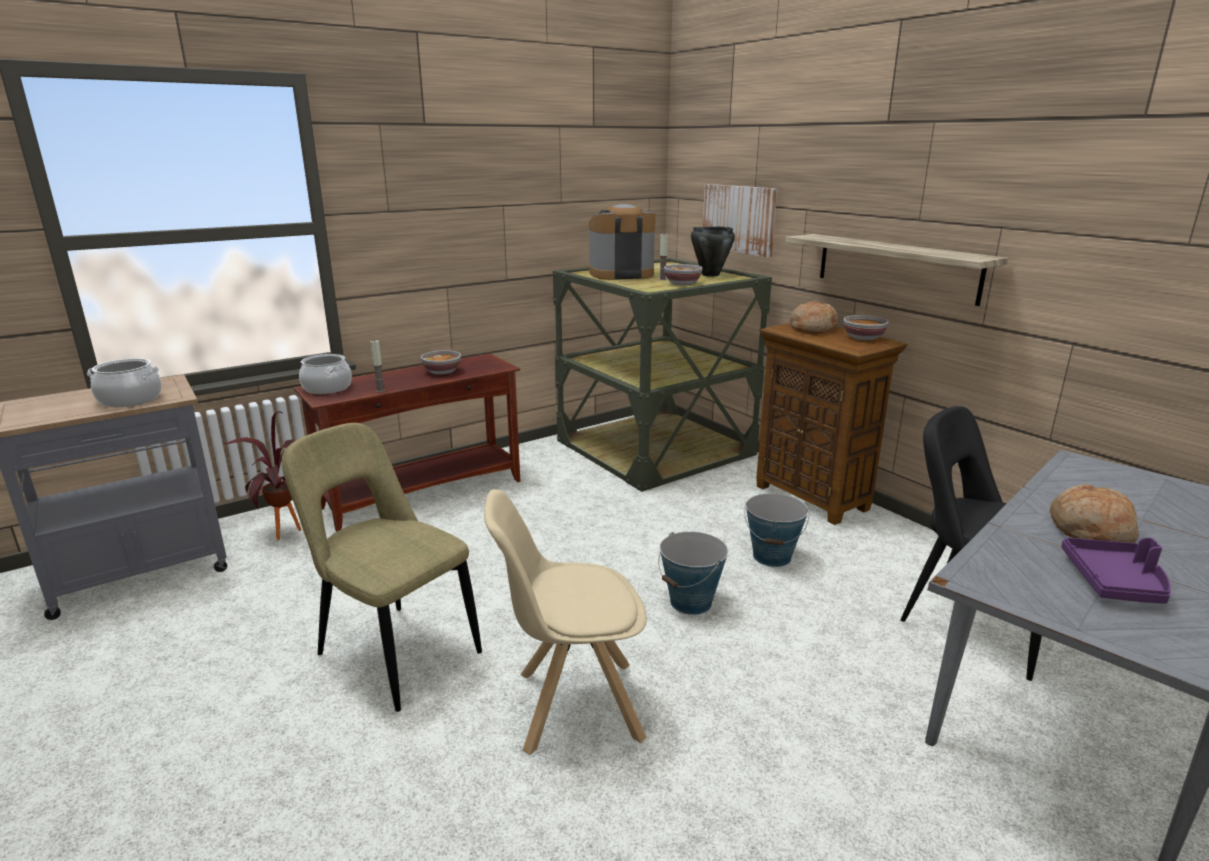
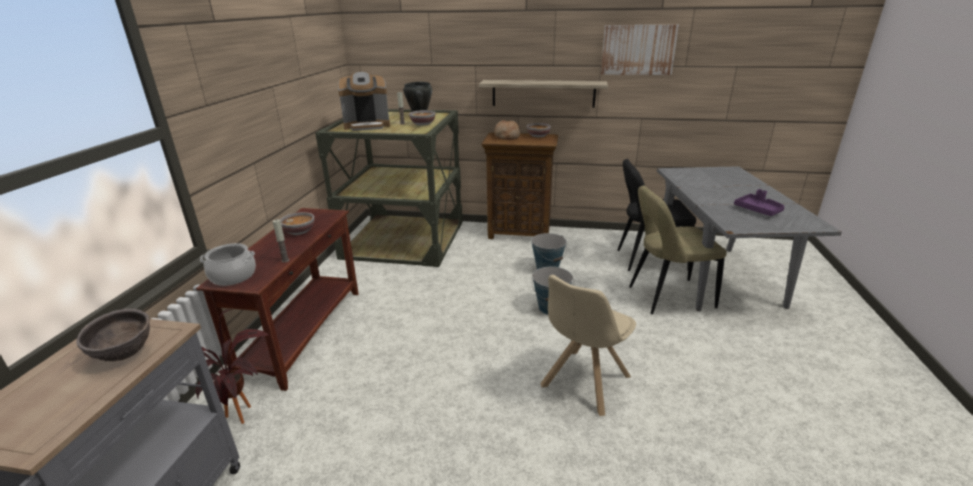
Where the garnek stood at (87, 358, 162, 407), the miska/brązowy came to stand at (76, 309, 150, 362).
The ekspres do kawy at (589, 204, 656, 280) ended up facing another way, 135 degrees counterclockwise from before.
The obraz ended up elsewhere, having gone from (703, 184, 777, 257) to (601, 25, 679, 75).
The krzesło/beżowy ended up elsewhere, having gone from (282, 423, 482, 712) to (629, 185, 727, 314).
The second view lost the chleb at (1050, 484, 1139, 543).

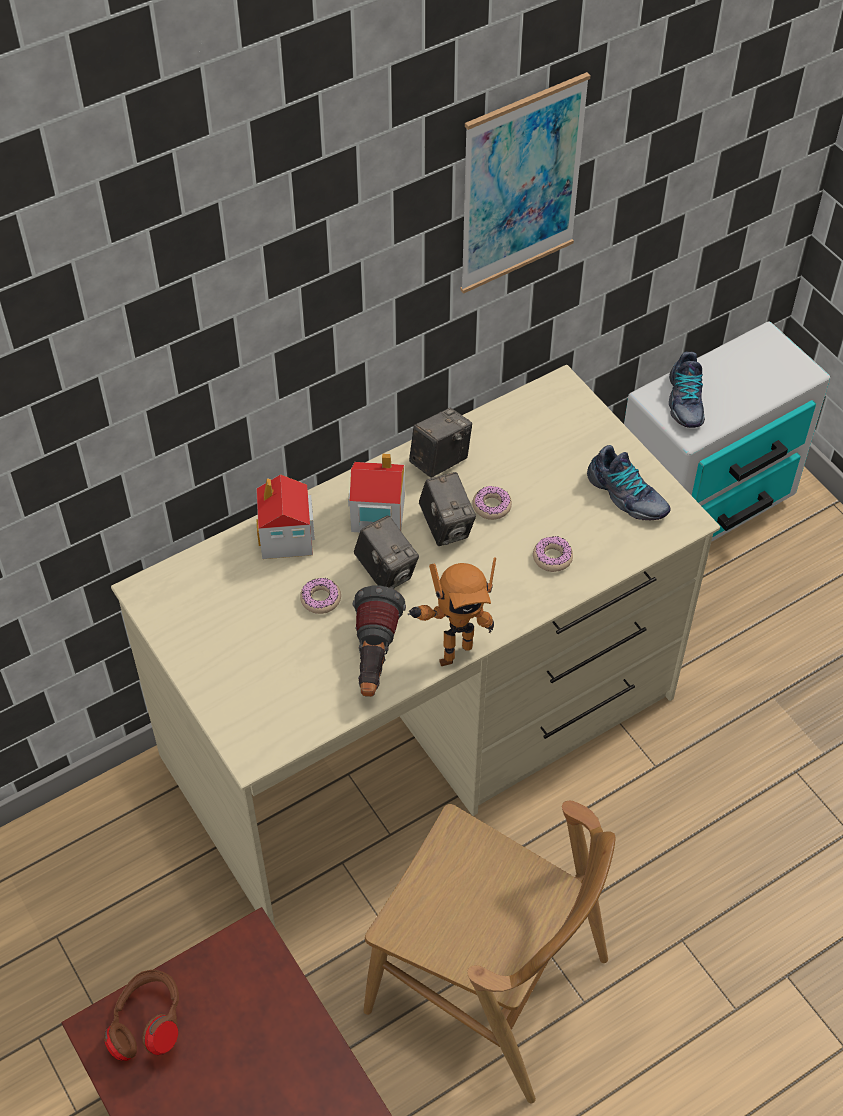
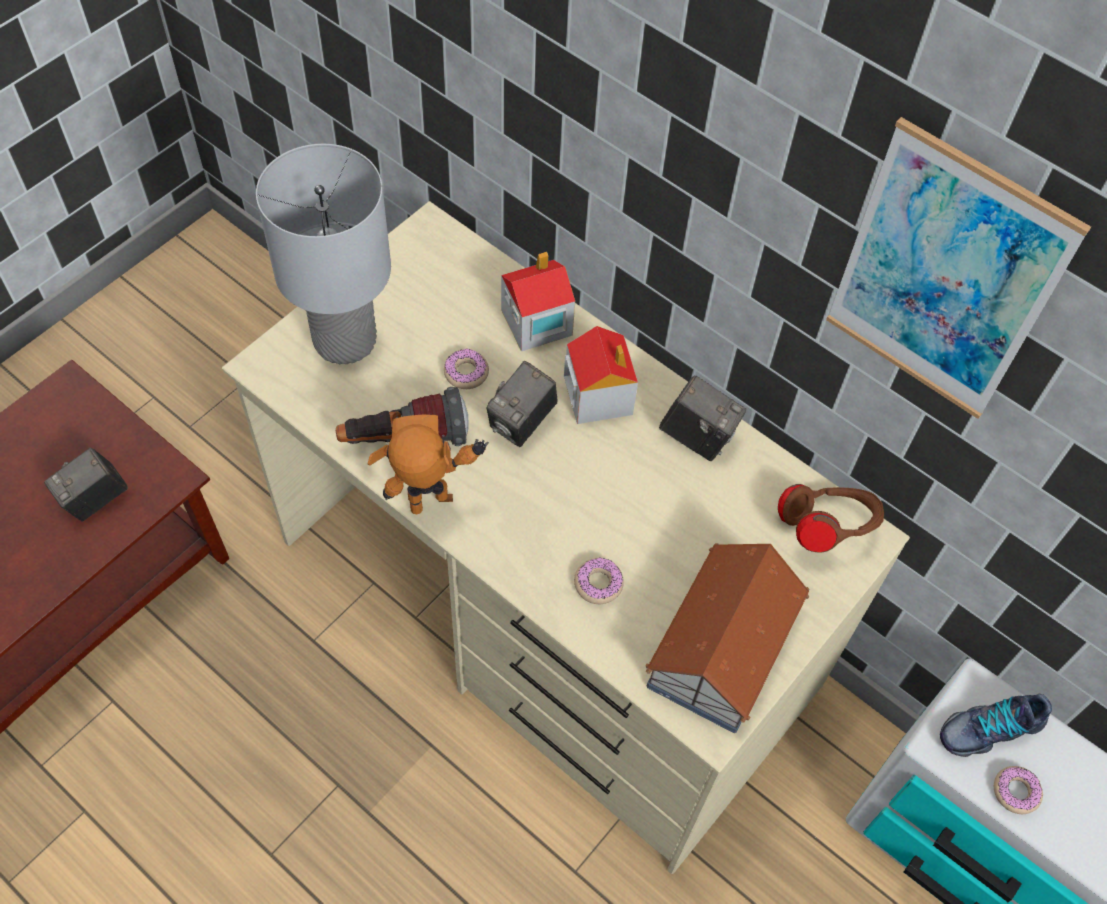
The aparat fotograficzny ended up elsewhere, having gone from (419, 472, 476, 546) to (44, 448, 128, 521).
The second view gained the lampa stołowa/szary at (256, 144, 391, 364).
The robot zabawkowy at (408, 557, 496, 666) ended up facing another way, 120 degrees clockwise from before.
Where the but stood at (587, 445, 671, 520), the domek came to stand at (646, 543, 809, 733).
The słuchawki/brązowy ended up elsewhere, having gone from (104, 969, 179, 1061) to (778, 484, 884, 553).
The donut ended up elsewhere, having gone from (472, 486, 512, 520) to (994, 766, 1043, 814).
The second view lost the krzesło/brązowy at (363, 801, 616, 1103).

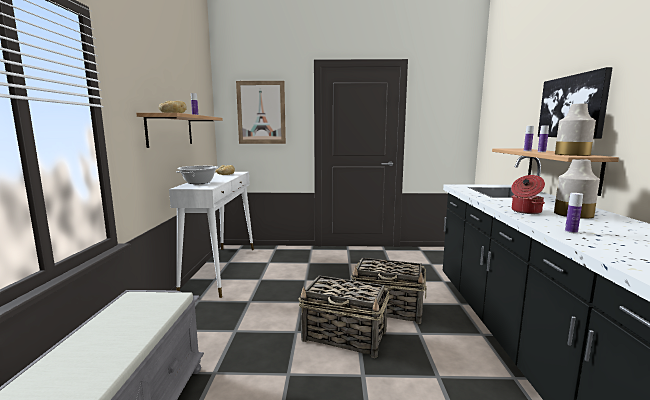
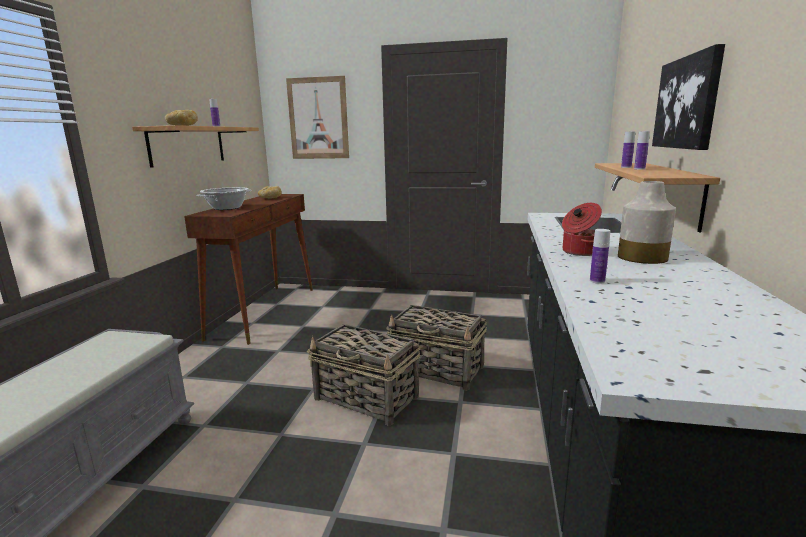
What was the stolik konsolowy/biały at (169, 172, 254, 298) turned into the stolik konsolowy/brązowy at (184, 194, 313, 345).
The second view lost the wazon/beżowy at (555, 103, 596, 156).

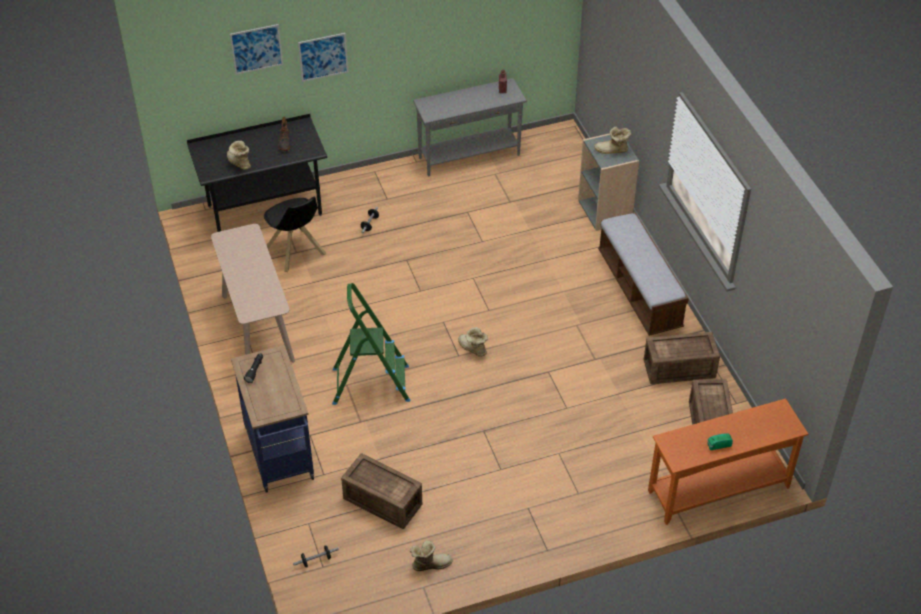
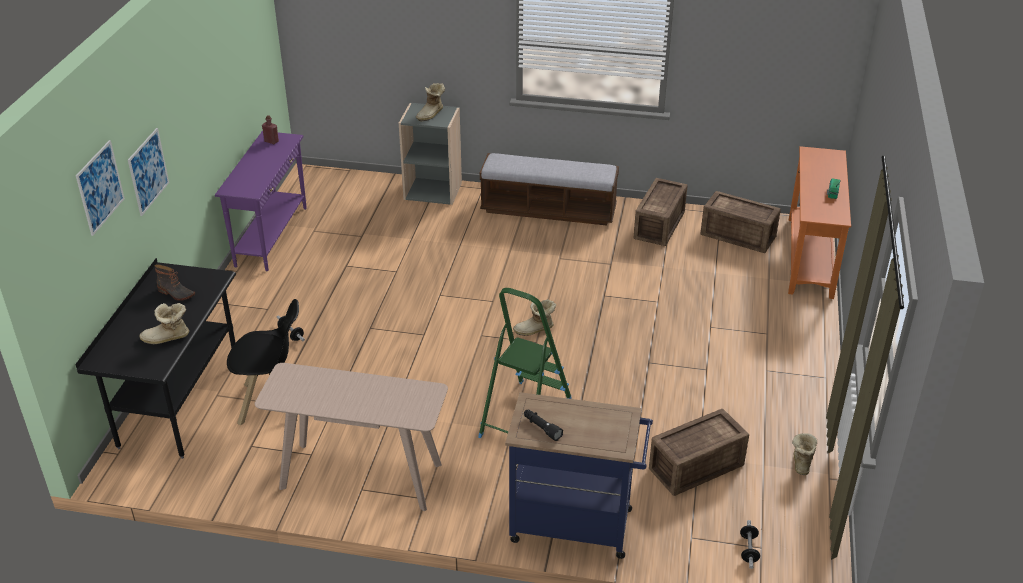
What was the stolik konsolowy/szary at (413, 78, 527, 177) turned into the stolik konsolowy/fioletowy at (215, 131, 307, 271).

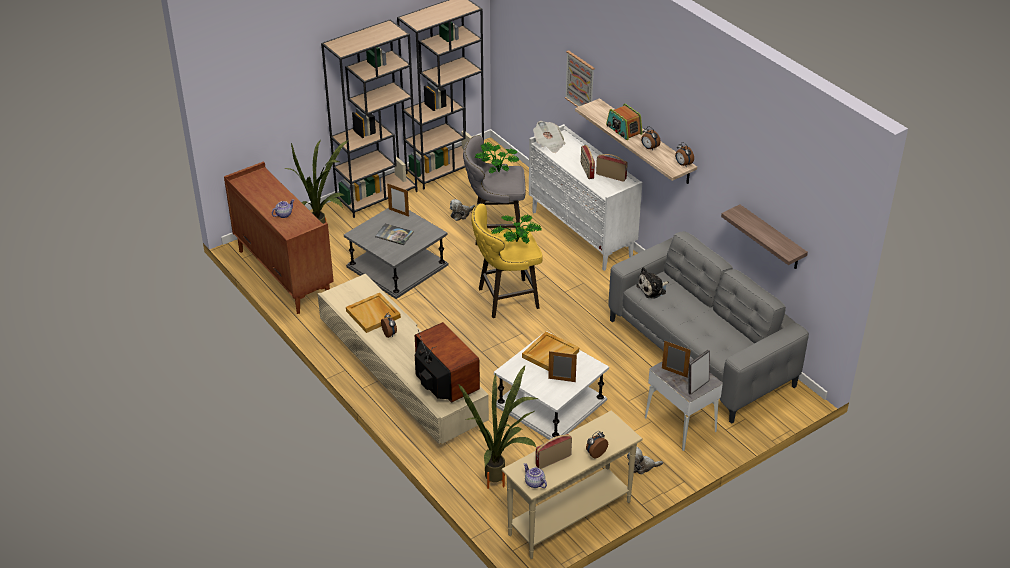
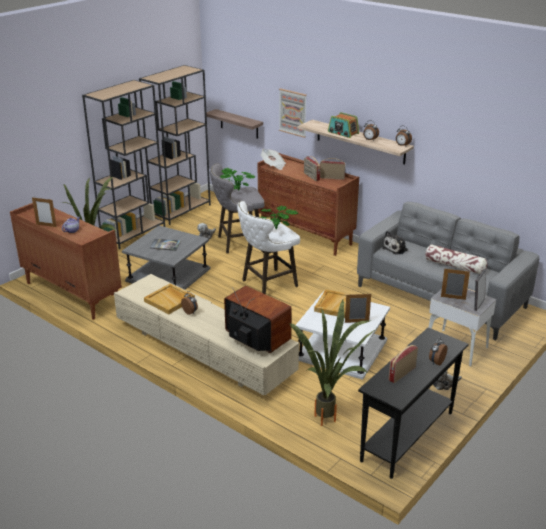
The ramka na zdjęcie ended up elsewhere, having gone from (387, 183, 409, 217) to (32, 197, 57, 227).
The półka ended up elsewhere, having gone from (721, 205, 808, 269) to (206, 109, 263, 139).
What was the stołek/żółty at (471, 203, 543, 318) turned into the stołek/biały at (237, 201, 300, 294).
What was the szafka/biały at (529, 124, 642, 271) turned into the szafka/brązowy at (258, 153, 359, 256).
What was the stolik konsolowy/beżowy at (502, 410, 643, 559) turned into the stolik konsolowy/czarny at (358, 327, 469, 479).
The second view gained the poduszka at (425, 244, 487, 274).
The second view lost the imbryk at (524, 463, 547, 488).

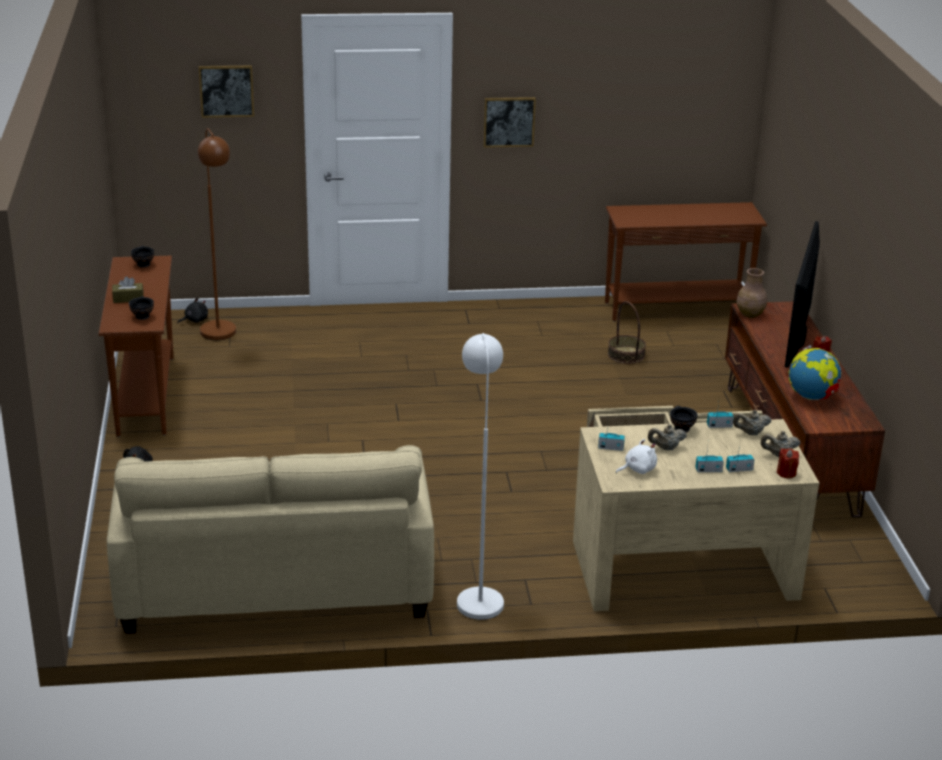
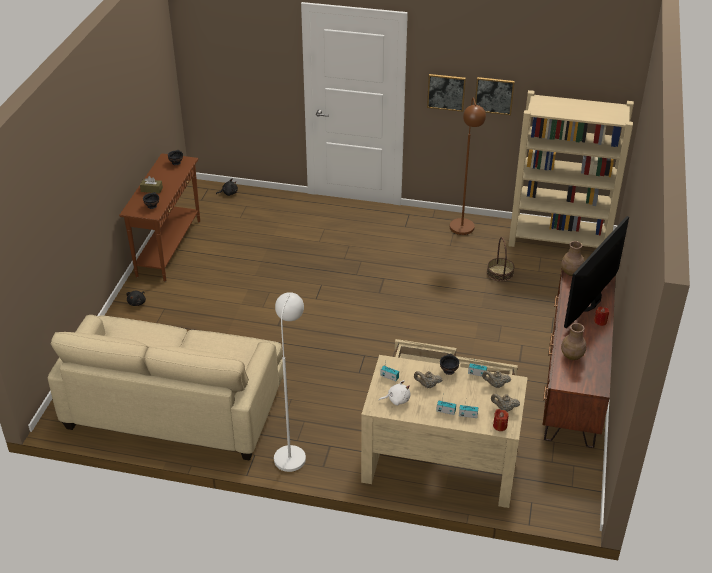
The lampa stojąca/brązowy ended up elsewhere, having gone from (198, 128, 236, 340) to (450, 97, 486, 235).
The obraz ended up elsewhere, having gone from (199, 65, 254, 118) to (475, 77, 515, 115).
Where the stolik konsolowy/brązowy stood at (605, 202, 767, 322), the regał/beżowy came to stand at (508, 90, 634, 248).
Where the globus stood at (788, 346, 841, 400), the wazon/brązowy came to stand at (561, 323, 586, 360).

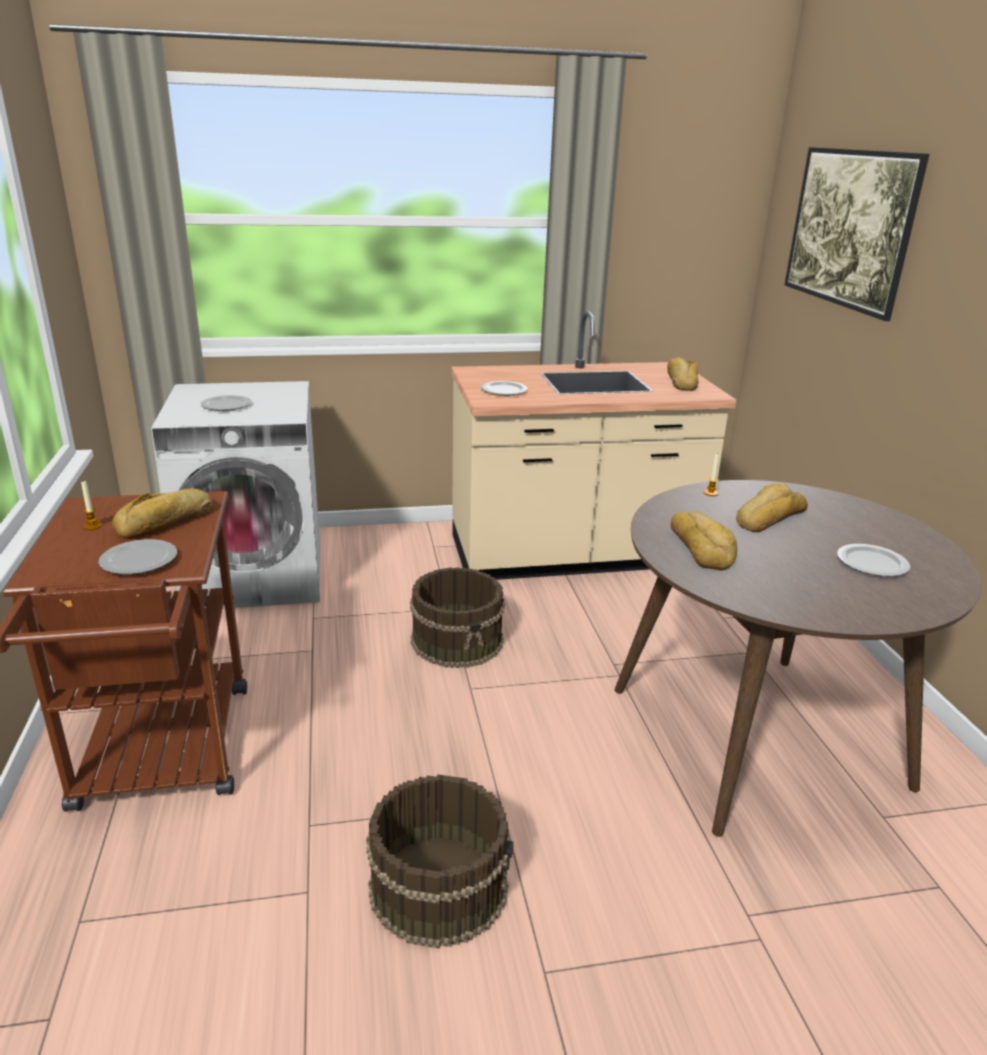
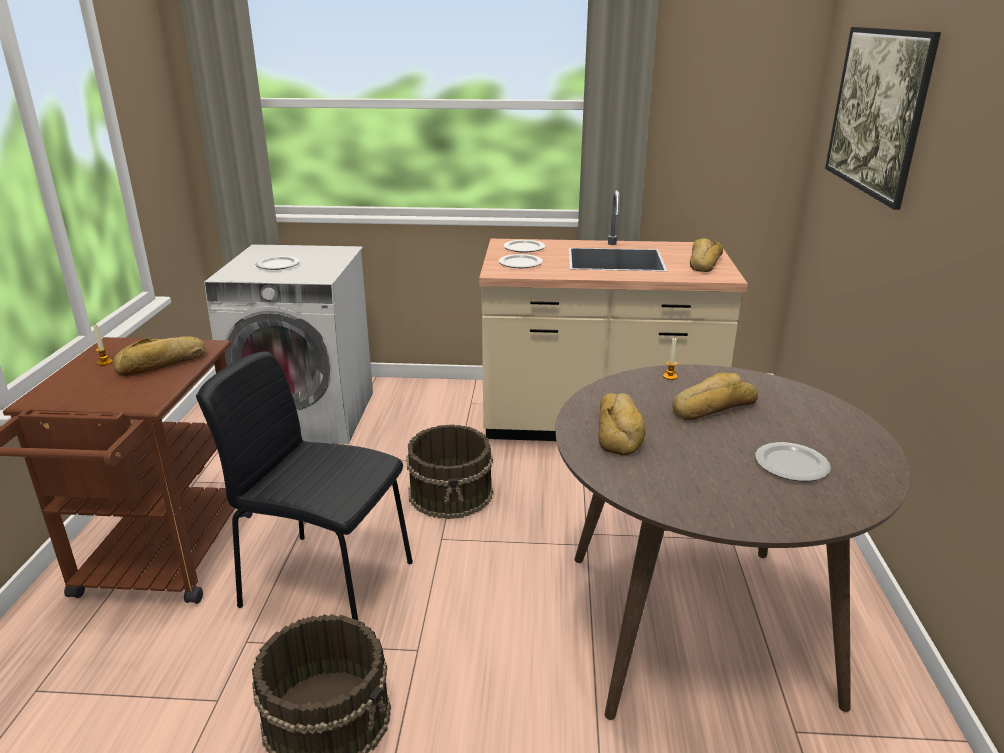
The second view gained the krzesło/czarny at (196, 351, 413, 620).
The talerz ended up elsewhere, having gone from (98, 539, 177, 574) to (503, 240, 545, 253).

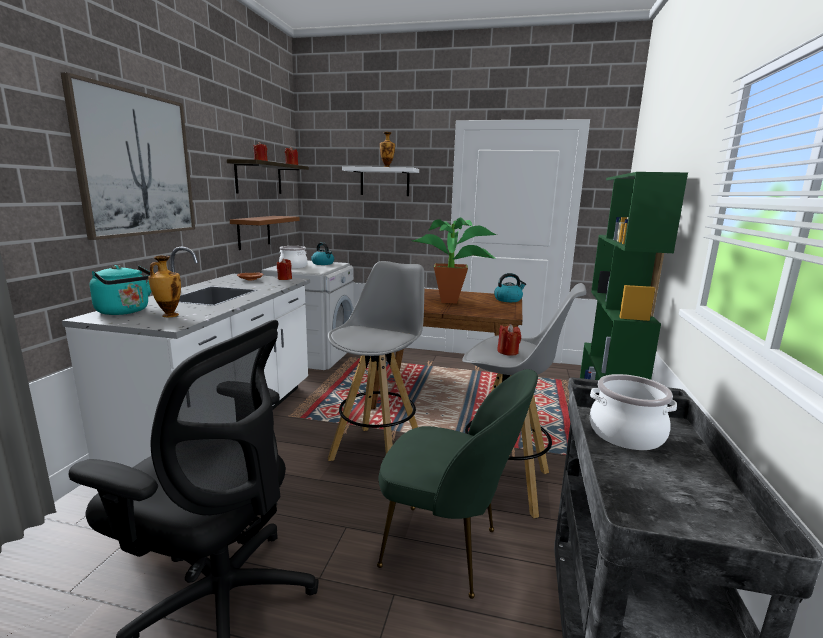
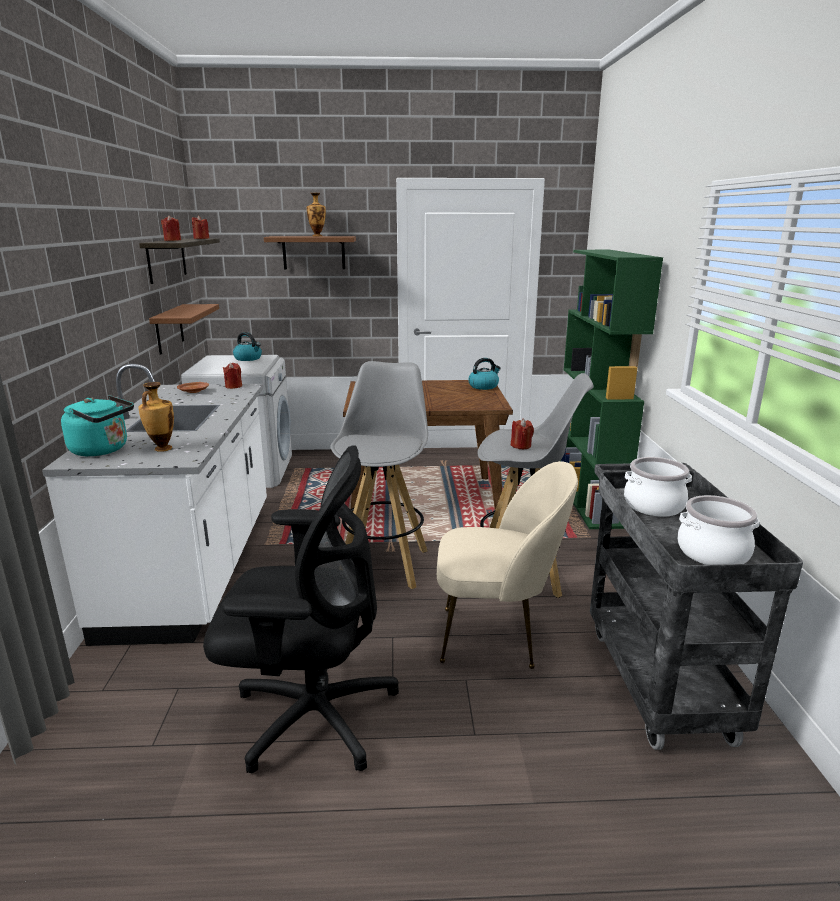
What was the półka/biały at (342, 166, 419, 196) turned into the półka/brązowy at (264, 236, 356, 269).
What was the krzesło/zielony at (377, 369, 538, 599) turned into the krzesło/beżowy at (437, 461, 578, 669).
The garnek ended up elsewhere, having gone from (279, 246, 308, 269) to (678, 495, 760, 565).
The second view lost the obraz at (61, 72, 195, 240).
The second view lost the roślina doniczkowa at (413, 218, 497, 304).

